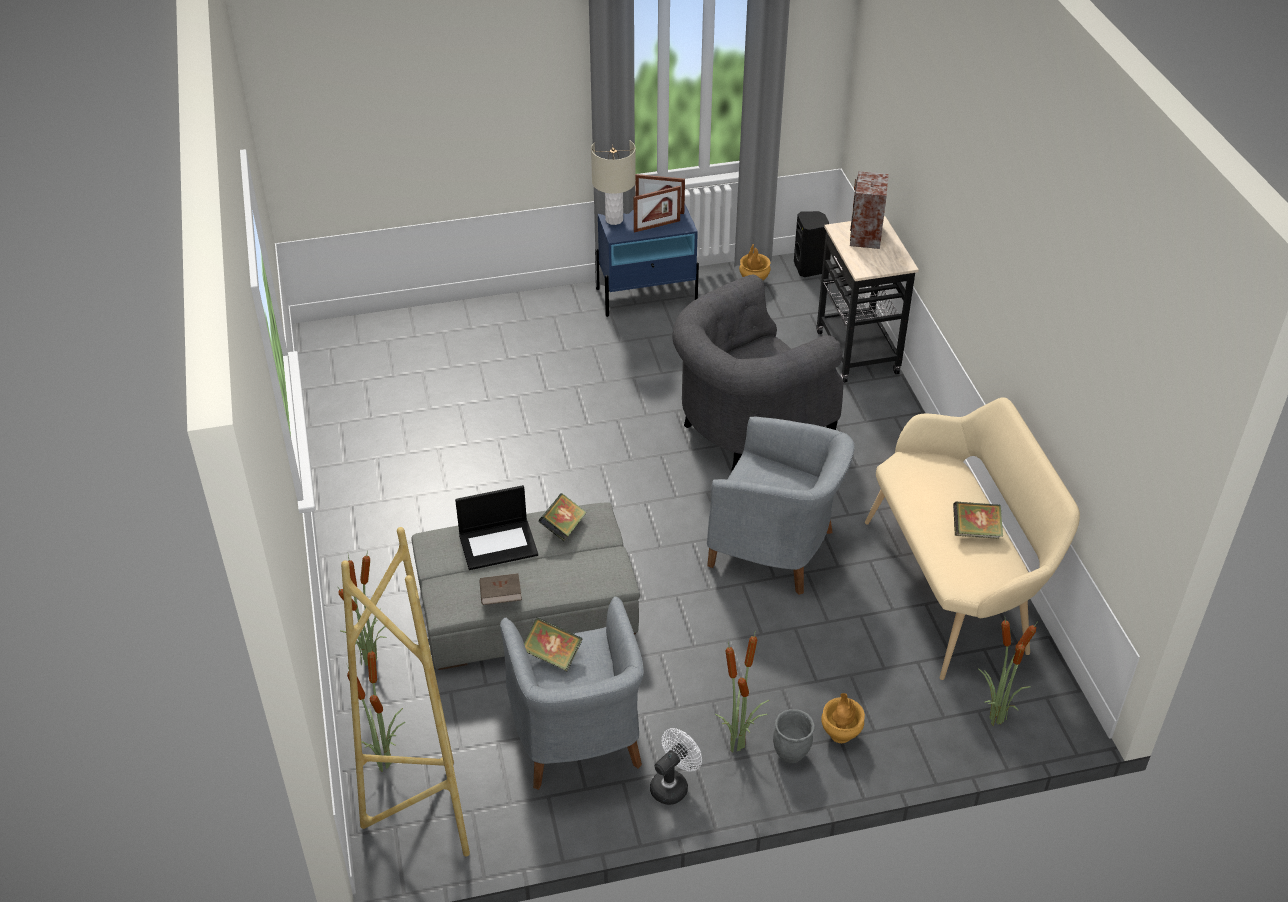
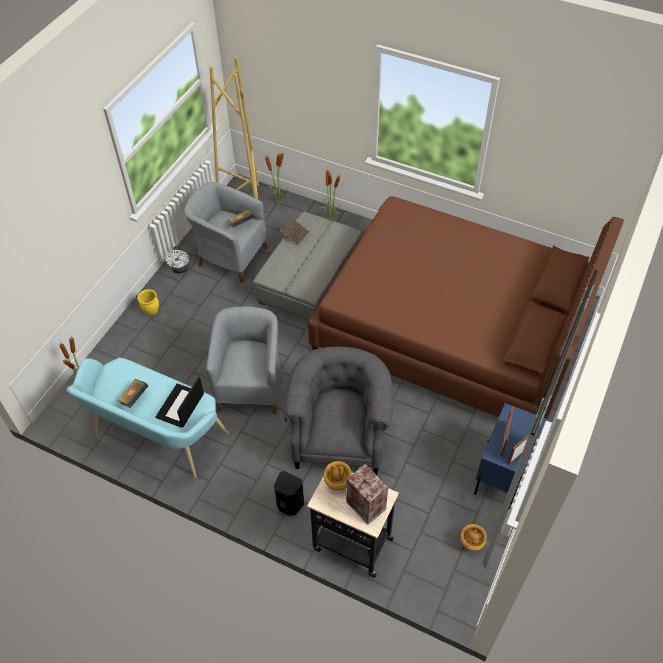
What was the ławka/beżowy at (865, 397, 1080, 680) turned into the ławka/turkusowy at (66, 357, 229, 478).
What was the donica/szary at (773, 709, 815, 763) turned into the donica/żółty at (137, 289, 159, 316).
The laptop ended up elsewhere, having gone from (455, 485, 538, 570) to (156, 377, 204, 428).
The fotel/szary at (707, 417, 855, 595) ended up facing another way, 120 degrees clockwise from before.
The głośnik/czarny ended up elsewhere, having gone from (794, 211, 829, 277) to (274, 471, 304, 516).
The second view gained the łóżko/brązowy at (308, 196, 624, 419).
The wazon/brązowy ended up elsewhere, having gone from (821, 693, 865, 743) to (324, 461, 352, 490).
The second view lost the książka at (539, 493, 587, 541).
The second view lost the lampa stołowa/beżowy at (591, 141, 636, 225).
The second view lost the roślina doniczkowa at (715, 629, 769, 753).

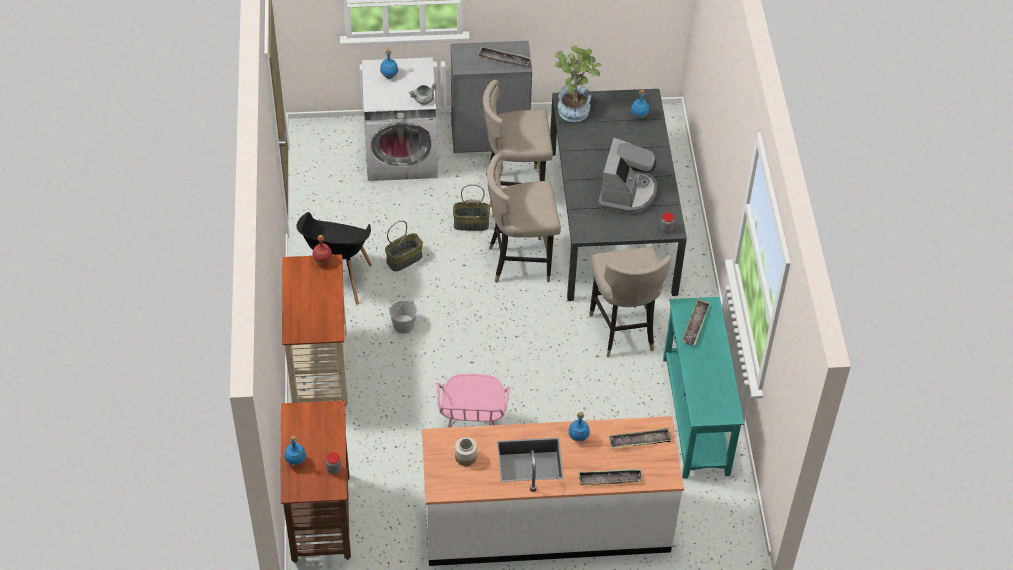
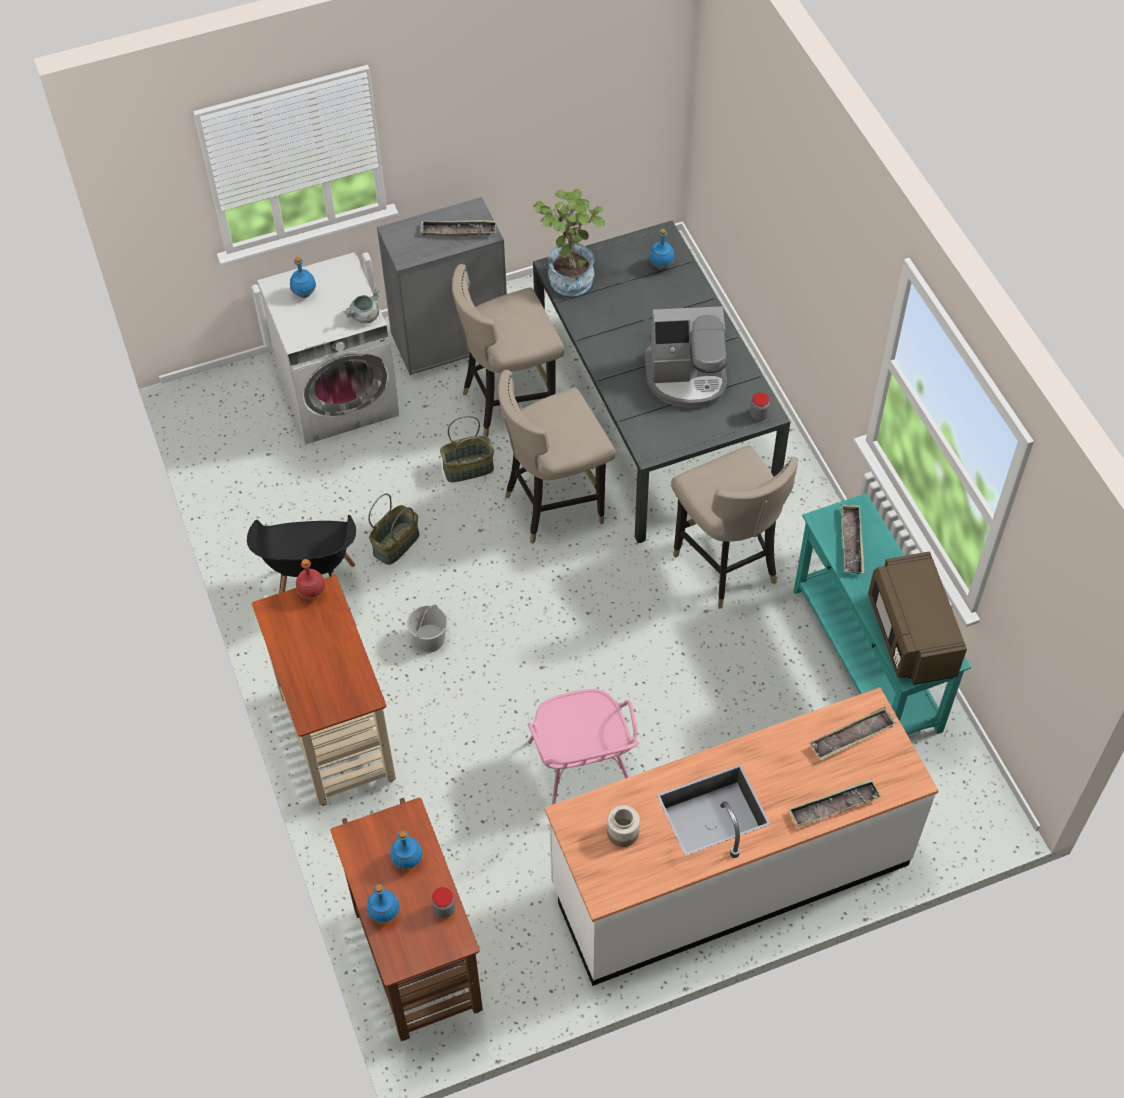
The butelka/niebieski ended up elsewhere, having gone from (568, 412, 590, 442) to (390, 830, 423, 870).
The ekspres do kawy at (598, 138, 657, 214) ended up facing another way, 90 degrees clockwise from before.
The second view gained the mikrofalówka/brązowy at (868, 551, 967, 685).

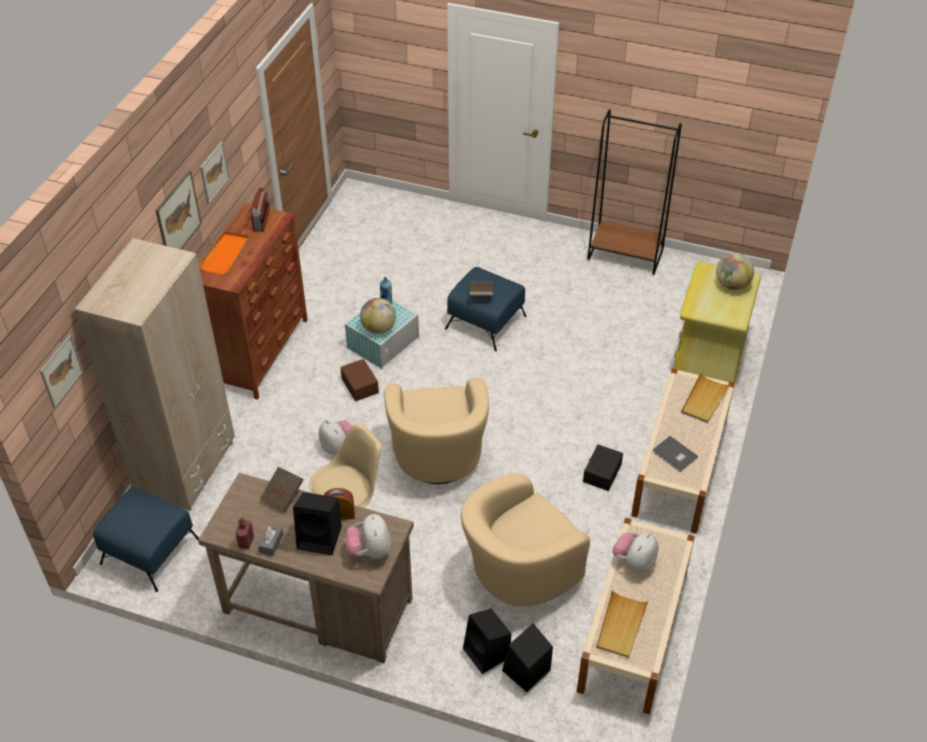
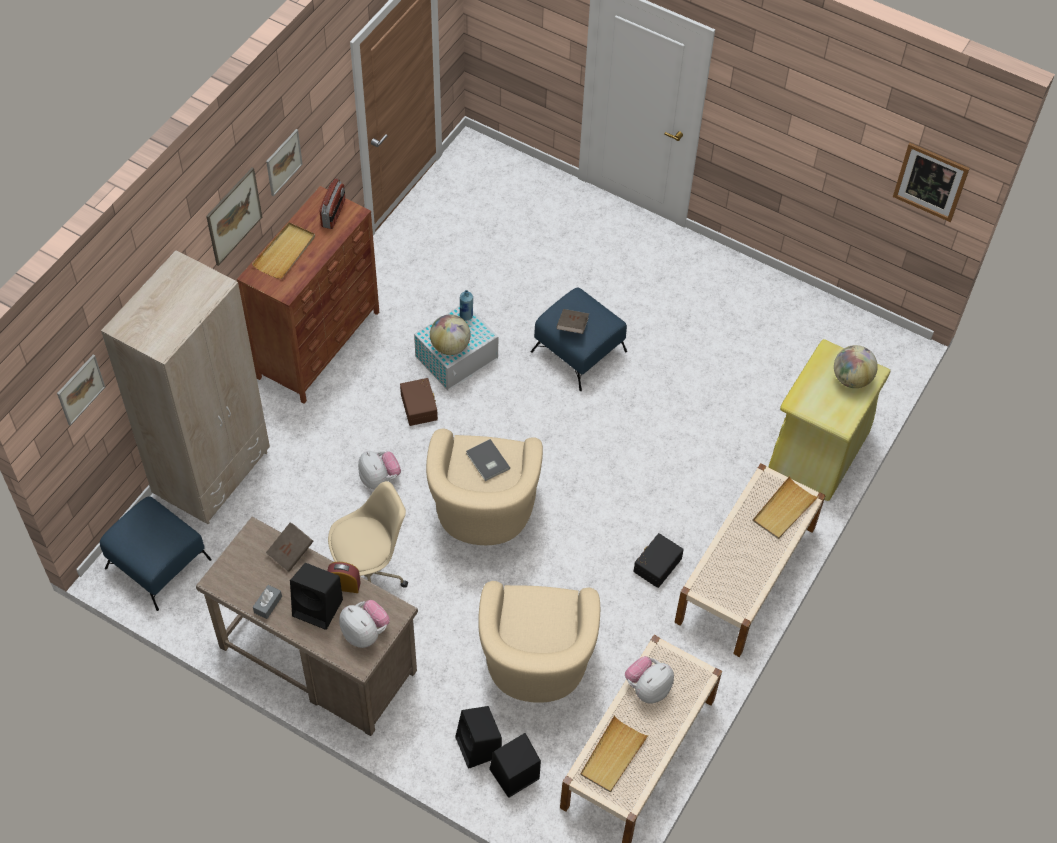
What was the taca/pomarańczowy at (199, 231, 250, 275) turned into the taca/beżowy at (252, 222, 315, 279).
The pluszak at (345, 514, 391, 559) ended up facing another way, 135 degrees clockwise from before.
The książka/szary ended up elsewhere, having gone from (653, 436, 698, 472) to (466, 439, 510, 481).
The fotel/beżowy at (461, 473, 590, 607) ended up facing another way, 60 degrees counterclockwise from before.
The second view gained the obraz at (893, 143, 970, 222).
The second view lost the butelka/czerwony at (235, 518, 254, 549).
The second view lost the wieszak at (587, 109, 682, 275).

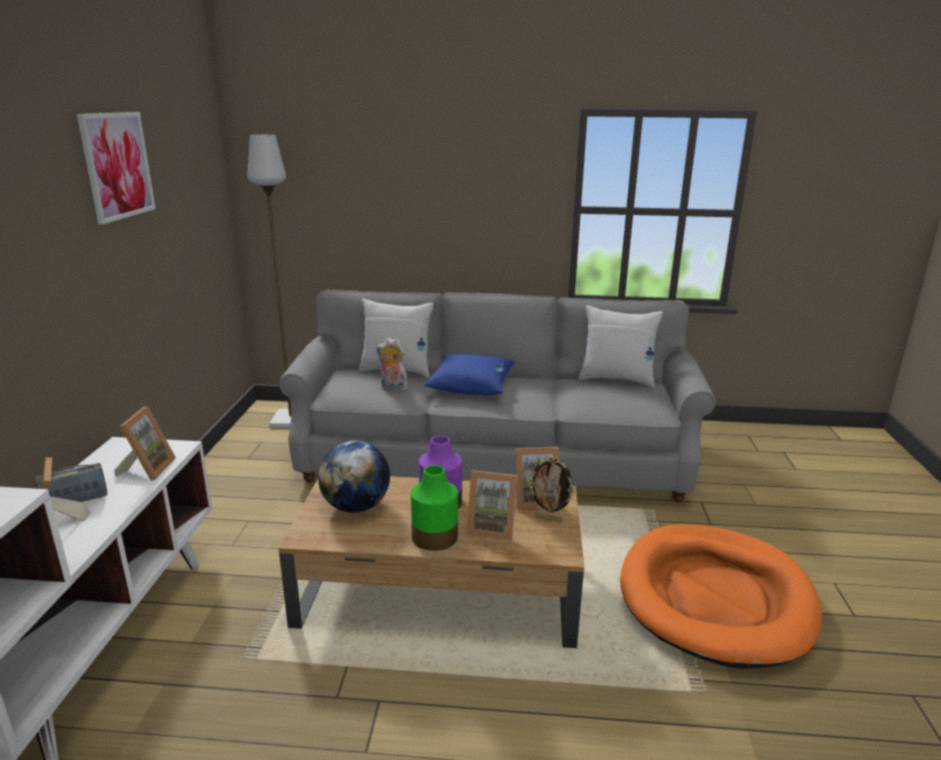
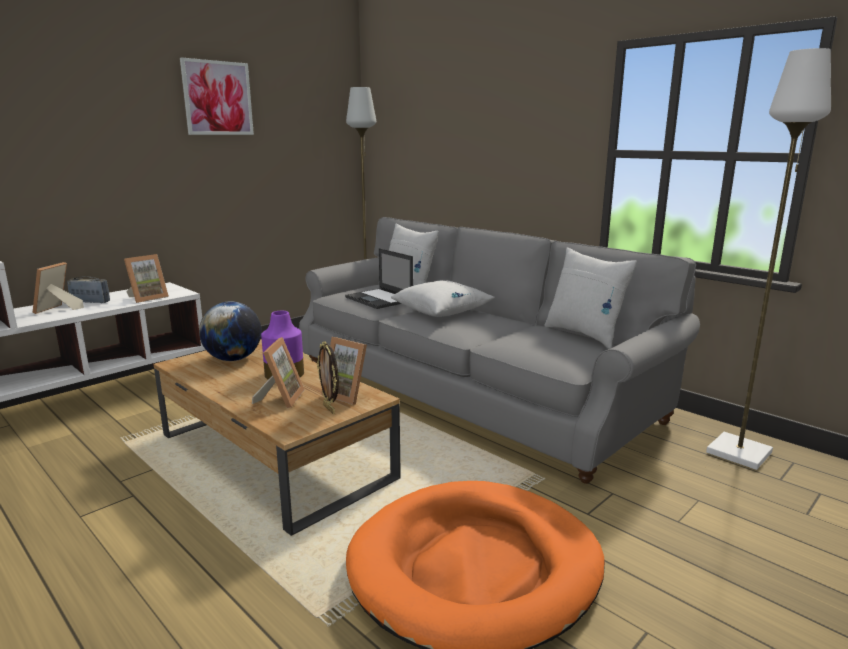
The ramka na zdjęcie at (466, 470, 517, 540) ended up facing another way, 135 degrees counterclockwise from before.
Where the pluszak stood at (376, 338, 408, 392), the laptop came to stand at (345, 248, 413, 309).
What was the poduszka/niebieski at (424, 354, 515, 395) turned into the poduszka/szary at (391, 280, 495, 317).
The second view gained the lampa stojąca/biały at (706, 48, 831, 470).
The second view lost the wazon/zielony at (411, 465, 458, 551).

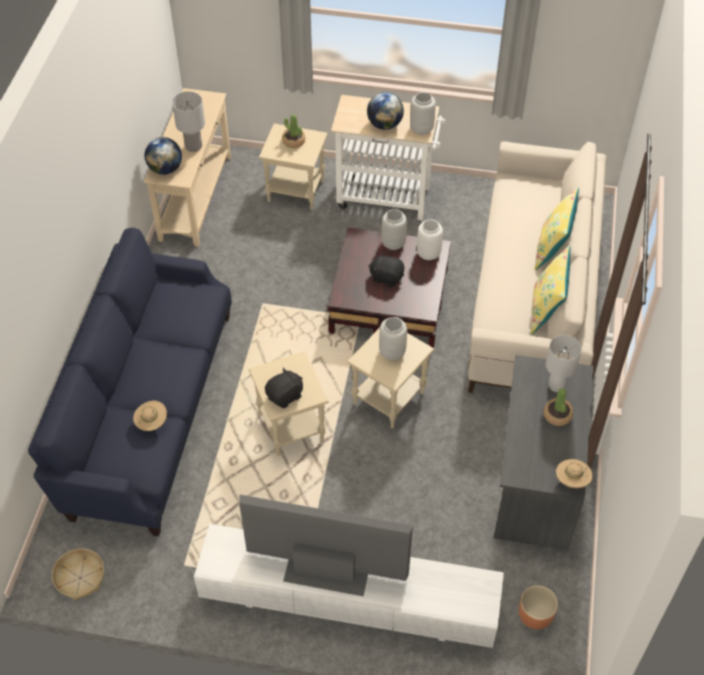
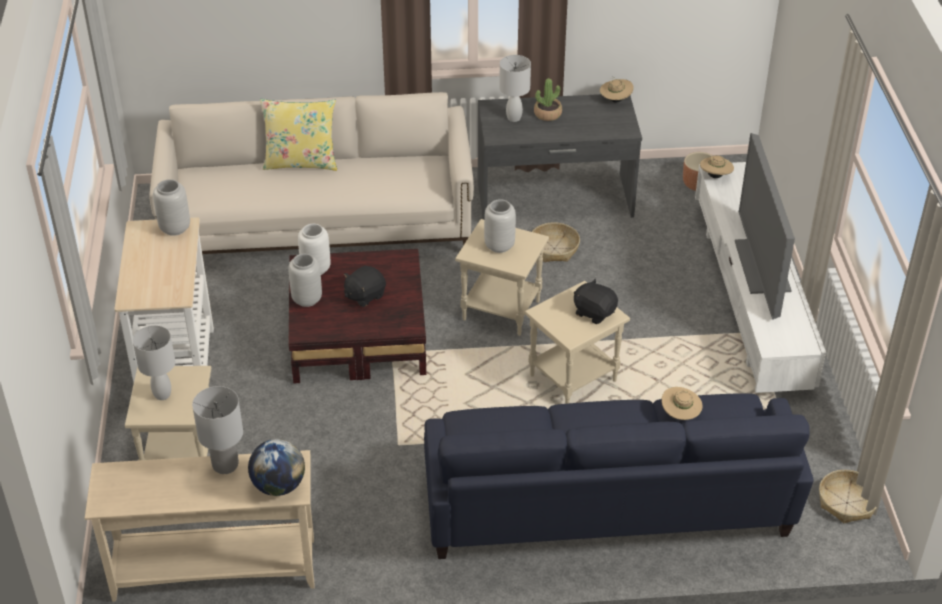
Where the roślina doniczkowa stood at (282, 114, 305, 148), the lampa stołowa/biały came to stand at (133, 325, 175, 400).
The pluszak/czarny at (368, 252, 404, 287) ended up facing another way, 45 degrees clockwise from before.
The second view gained the koszyk at (532, 222, 580, 262).
The second view gained the kapelusz/beżowy at (700, 155, 734, 178).
The second view lost the globus at (367, 92, 404, 130).
The second view lost the poduszka/żółty at (531, 245, 570, 334).

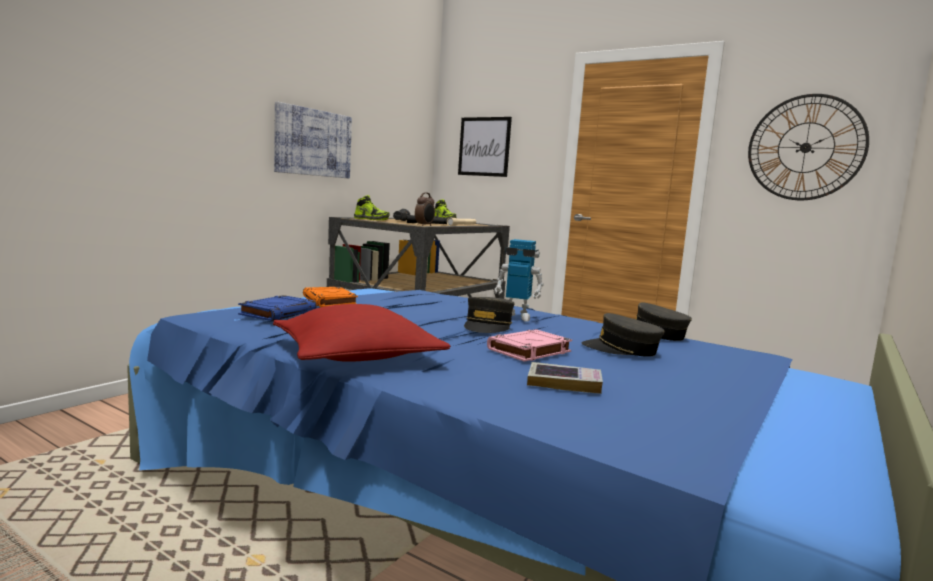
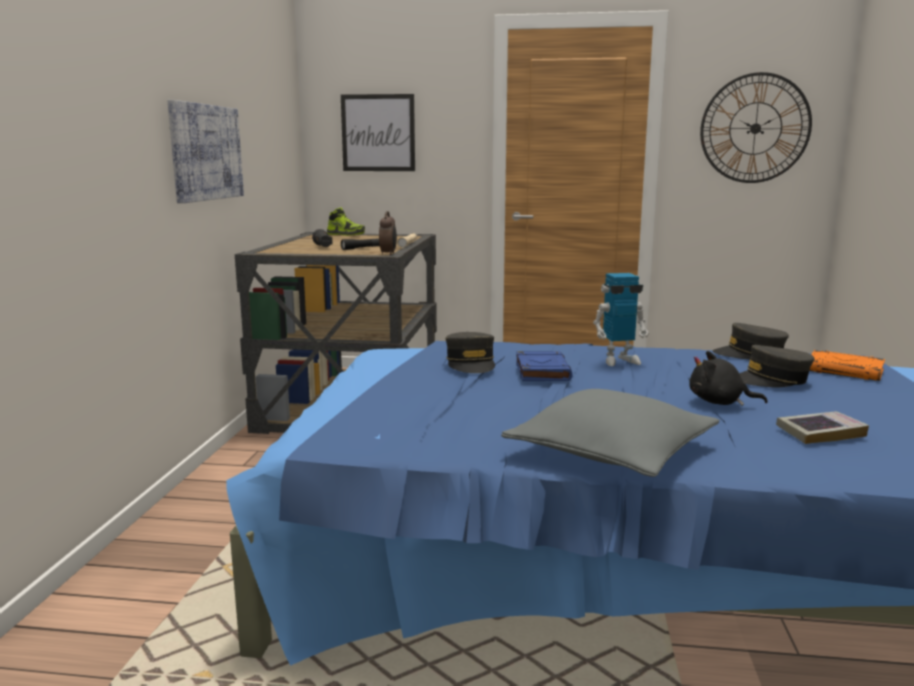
The czapka z daszkiem/szary ended up elsewhere, having gone from (464, 297, 514, 333) to (446, 332, 495, 373).
What was the poduszka/czerwony at (273, 304, 451, 362) turned into the poduszka/szary at (501, 389, 720, 477).
The książka/niebieski ended up elsewhere, having gone from (238, 295, 317, 321) to (516, 351, 573, 381).
Where the książka/różowy stood at (487, 329, 572, 362), the pluszak/czarny came to stand at (689, 351, 768, 406).
The książka/pomarańczowy ended up elsewhere, having gone from (303, 287, 358, 307) to (809, 350, 885, 381).
The second view lost the but at (354, 195, 390, 220).

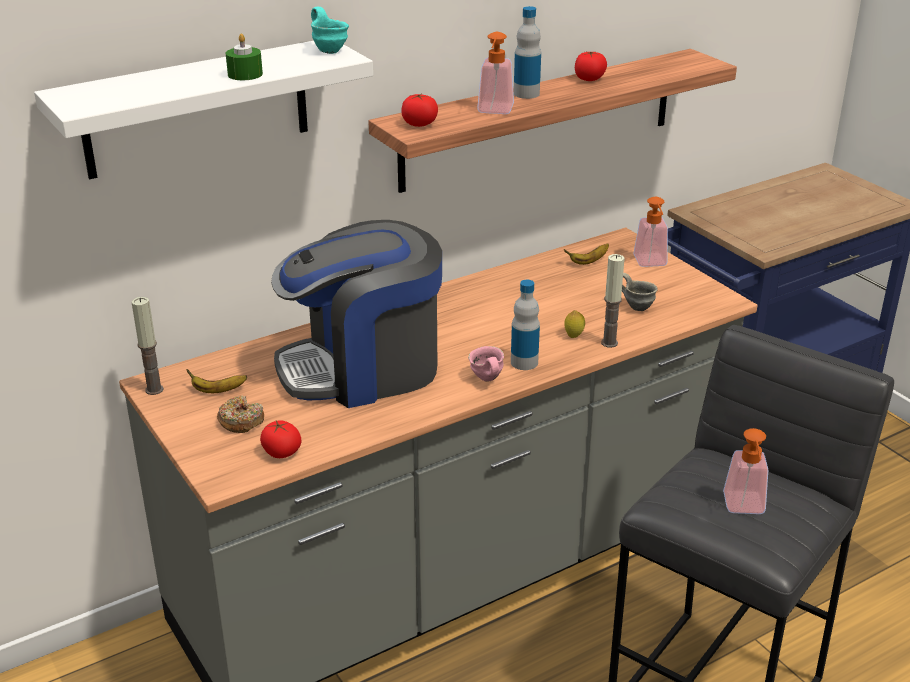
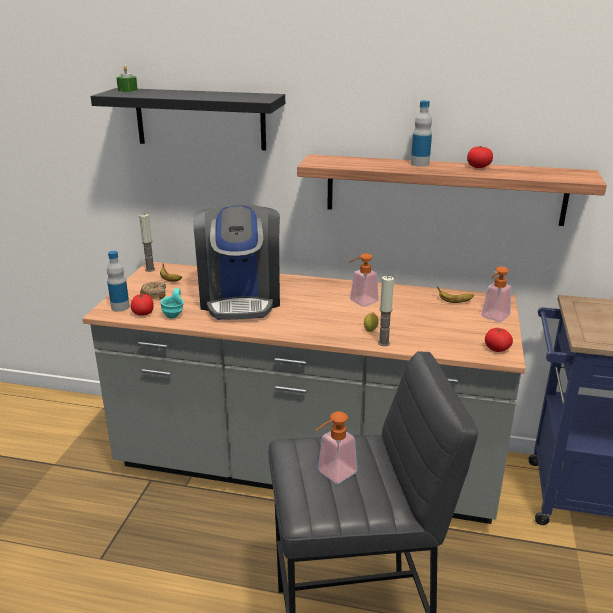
What was the półka/biały at (34, 41, 373, 179) turned into the półka/czarny at (91, 88, 285, 150).
The butelka ended up elsewhere, having gone from (511, 280, 540, 370) to (107, 251, 130, 312).
The świeca/zielony ended up elsewhere, having gone from (226, 33, 263, 80) to (116, 66, 138, 92).
The kubek/turkusowy ended up elsewhere, having gone from (311, 7, 349, 54) to (160, 288, 184, 319).
The ekspres do kawy at (271, 220, 442, 408) ended up facing another way, 120 degrees counterclockwise from before.
The dozownik mydła ended up elsewhere, having gone from (477, 32, 514, 114) to (350, 253, 379, 306).
The pomidor ended up elsewhere, having gone from (401, 94, 438, 127) to (485, 327, 513, 352).
The second view lost the kubek/różowy at (468, 346, 504, 382).
The second view lost the kubek/szary at (622, 273, 658, 311).

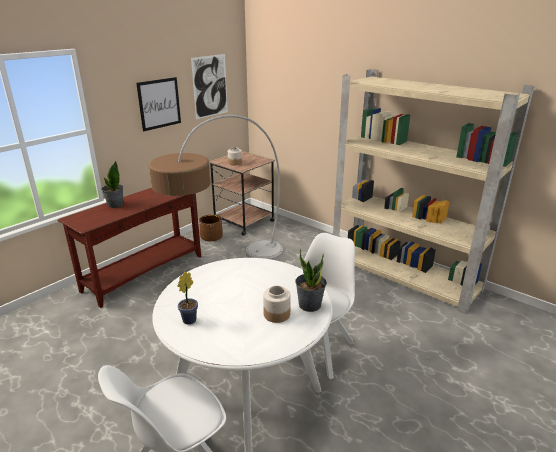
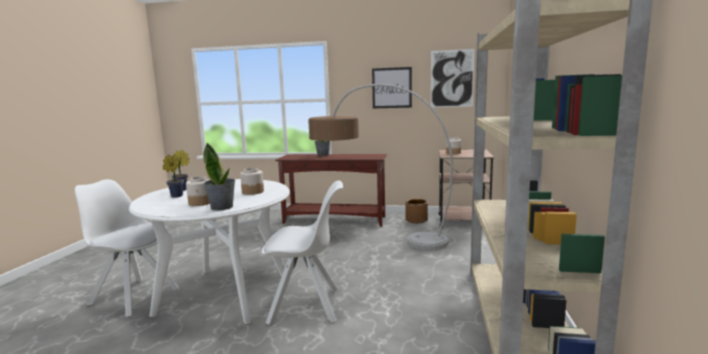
The second view gained the roślina doniczkowa at (163, 155, 184, 198).
The second view gained the słoik at (240, 168, 264, 195).

